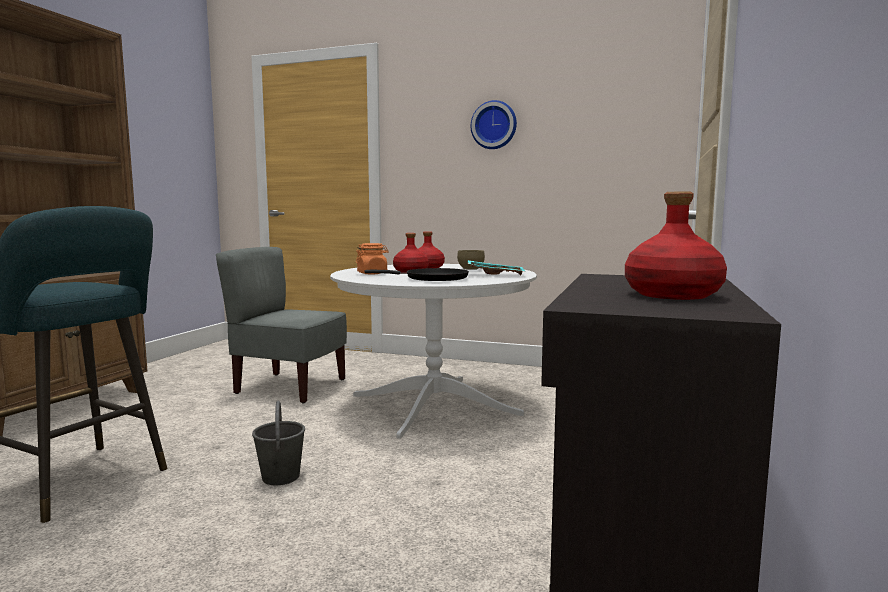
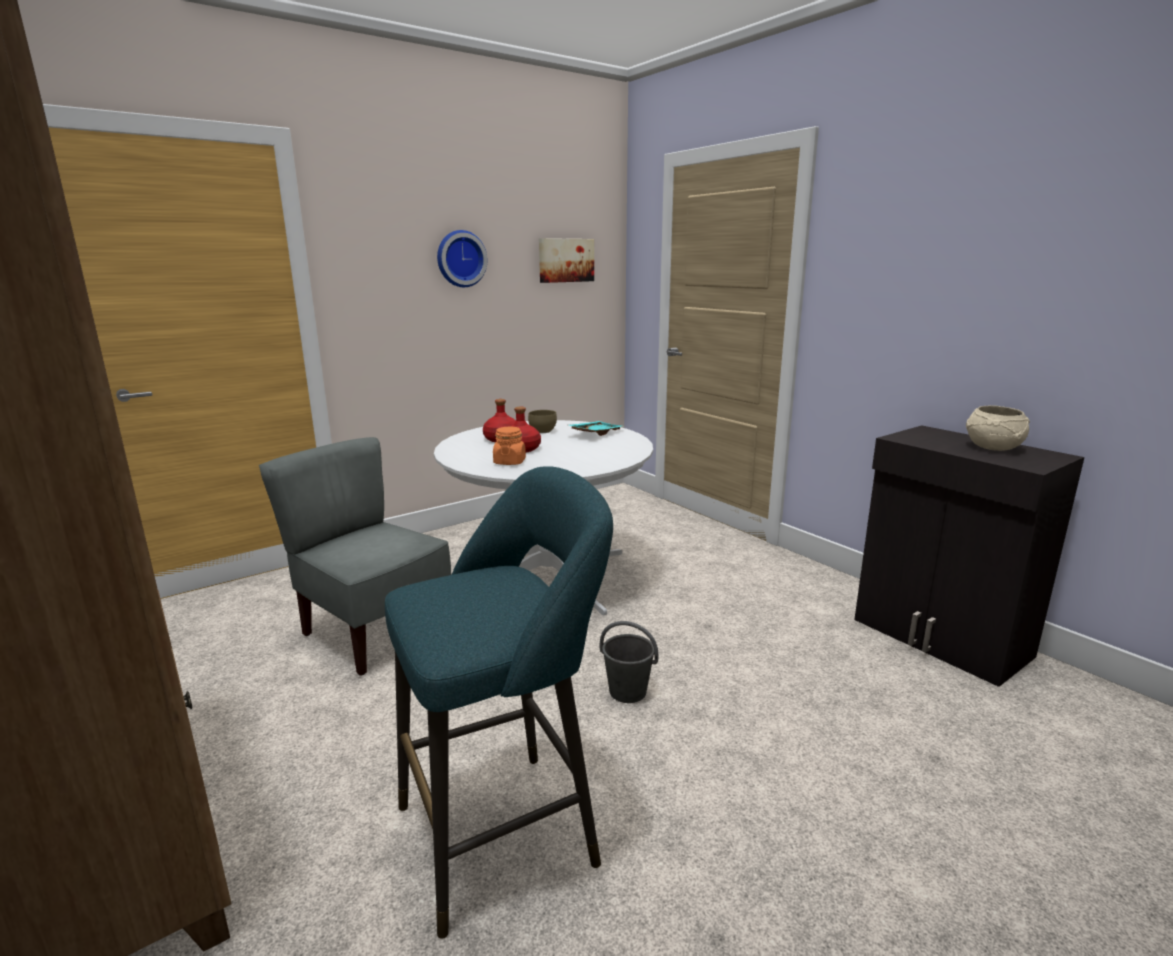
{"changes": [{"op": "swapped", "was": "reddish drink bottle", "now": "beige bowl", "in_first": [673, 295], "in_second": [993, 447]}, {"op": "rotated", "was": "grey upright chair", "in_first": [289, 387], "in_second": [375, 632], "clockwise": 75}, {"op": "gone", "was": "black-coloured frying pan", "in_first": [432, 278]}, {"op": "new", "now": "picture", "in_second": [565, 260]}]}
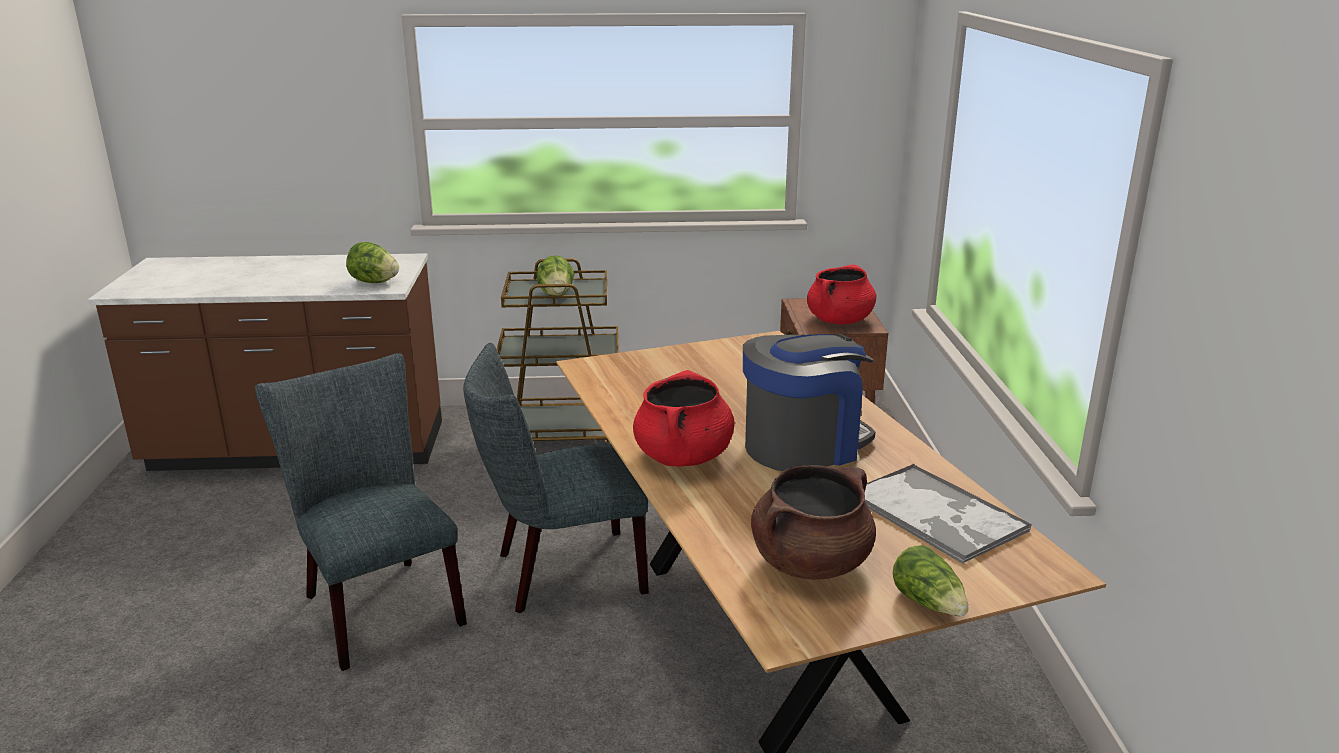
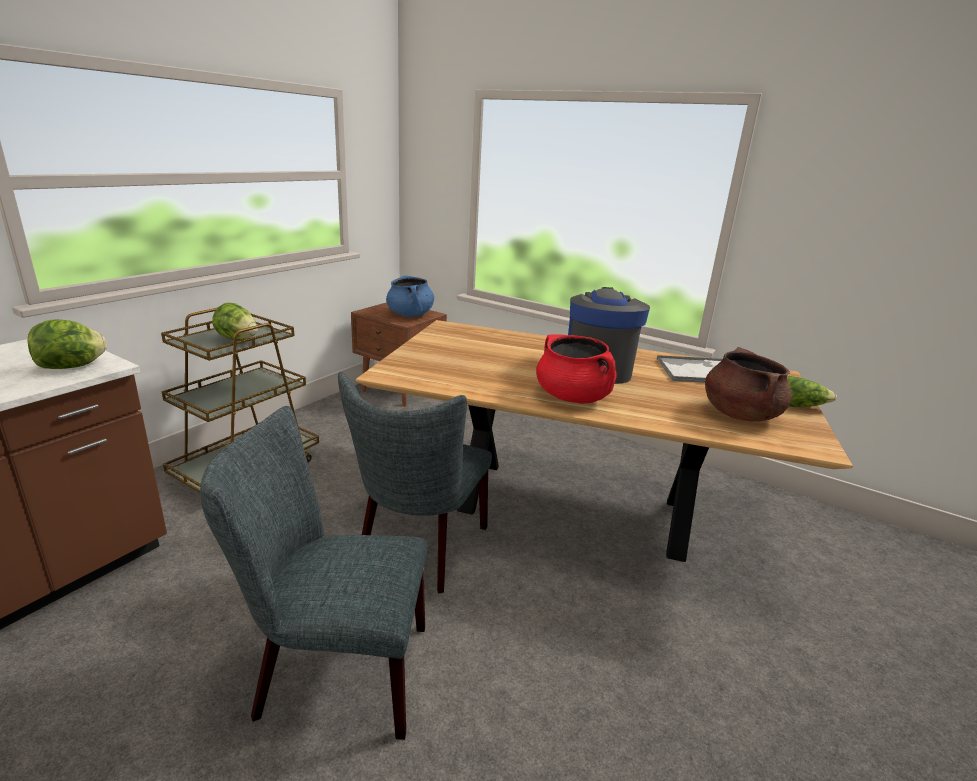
{"changes": [{"op": "repainted", "was": "reddish saucepot", "now": "blue-coloured saucepot", "in_first": [839, 320], "in_second": [410, 315]}]}
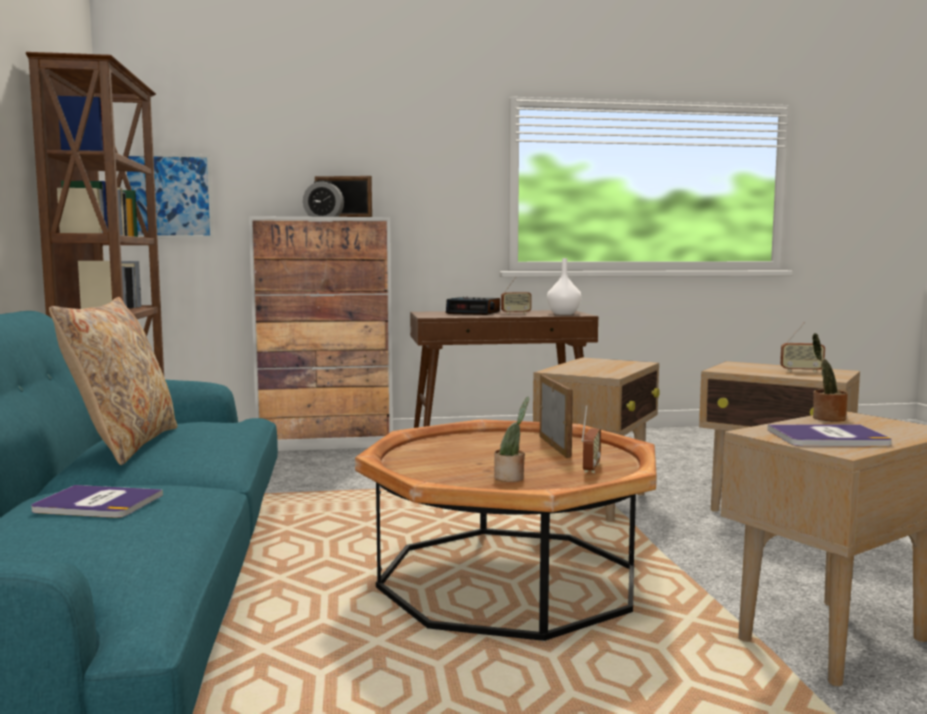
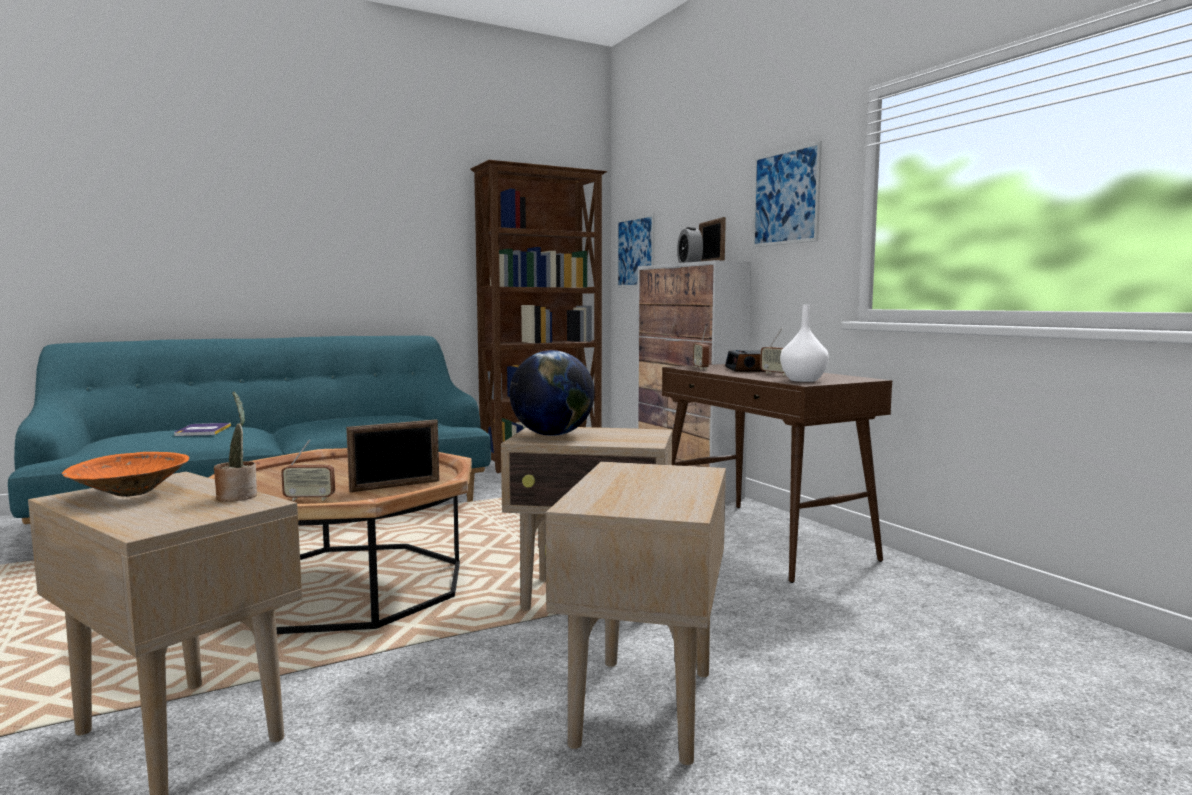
{"changes": [{"op": "gone", "was": "beige pillow", "in_first": [124, 445]}, {"op": "shifted", "was": "radio receiver", "in_first": [801, 371], "in_second": [701, 368]}, {"op": "gone", "was": "plant in a pot", "in_first": [511, 478]}, {"op": "swapped", "was": "volume", "now": "orange-coloured bowl", "in_first": [828, 438], "in_second": [129, 494]}, {"op": "new", "now": "picture", "in_second": [785, 197]}, {"op": "new", "now": "world globe", "in_second": [552, 435]}]}
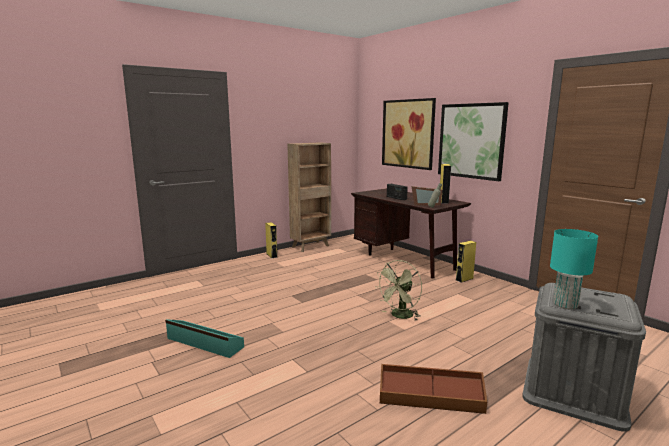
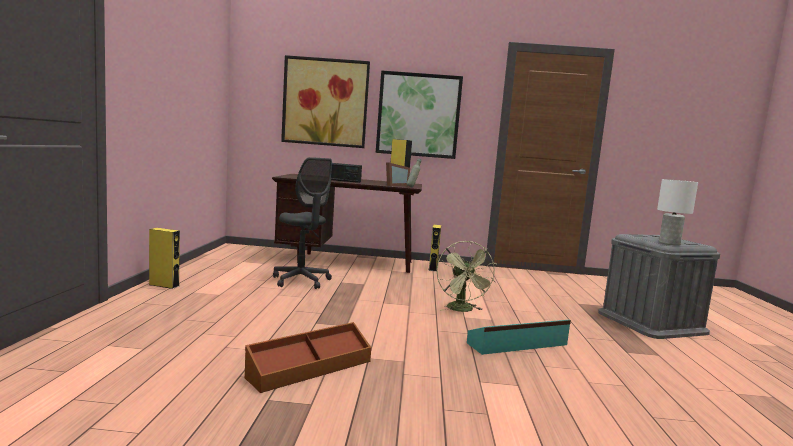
{"changes": [{"op": "gone", "was": "brown shelving unit", "in_first": [311, 246]}, {"op": "repainted", "was": "blue-green table lamp", "now": "white-coloured table lamp", "in_first": [565, 305], "in_second": [670, 243]}, {"op": "shifted", "was": "blue-green storage box", "in_first": [204, 343], "in_second": [518, 344]}, {"op": "shifted", "was": "brown storage box", "in_first": [430, 398], "in_second": [310, 368]}, {"op": "new", "now": "grey desk chair", "in_second": [301, 281]}]}
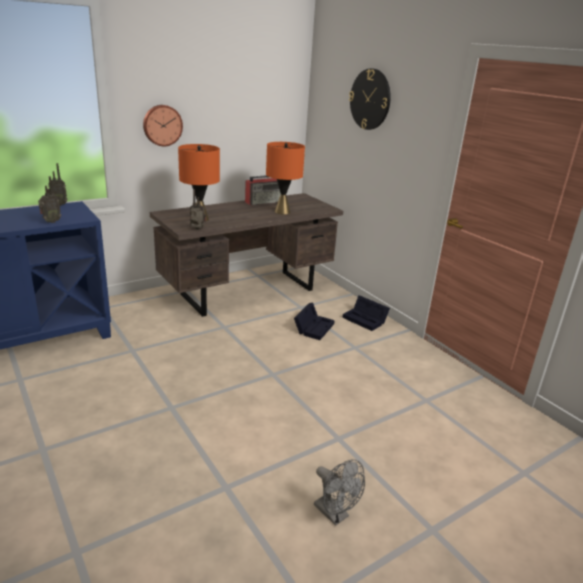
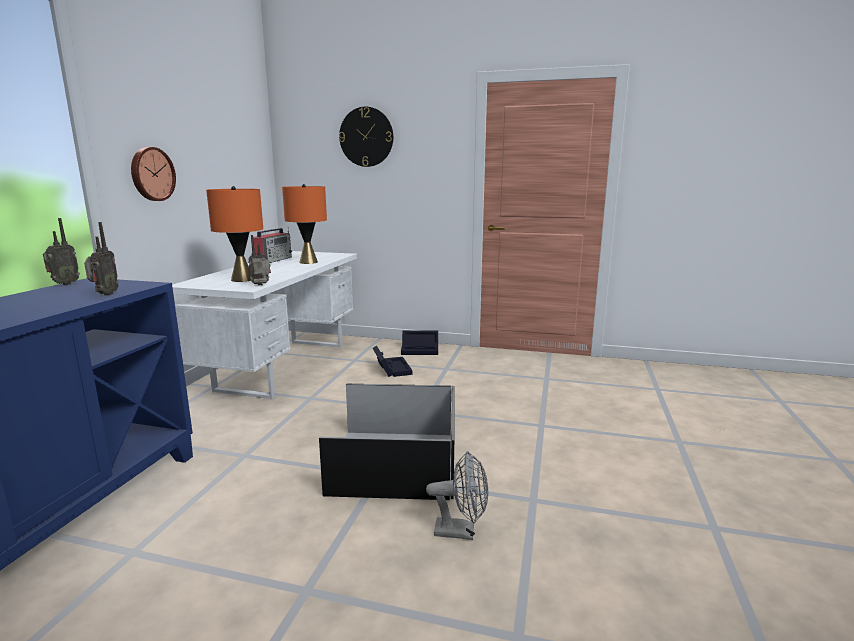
{"changes": [{"op": "repainted", "was": "brown desk", "now": "white-coloured desk", "in_first": [248, 291], "in_second": [284, 366]}, {"op": "shifted", "was": "grey electric fan", "in_first": [335, 514], "in_second": [461, 531]}, {"op": "new", "now": "black-coloured storage box", "in_second": [394, 461]}]}
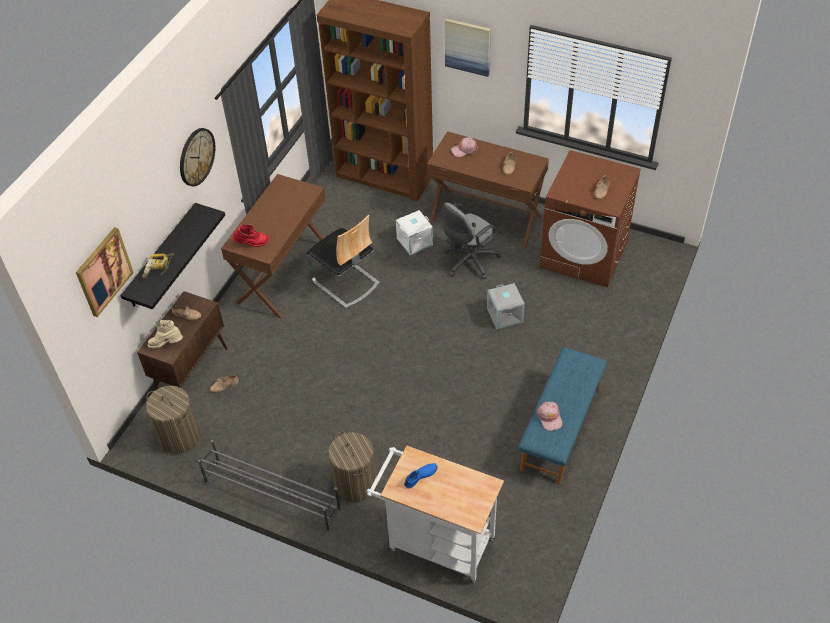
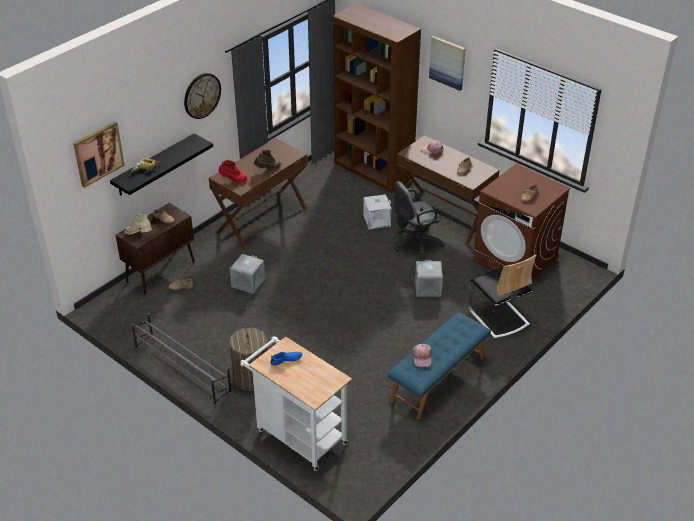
{"changes": [{"op": "shifted", "was": "upright chair", "in_first": [345, 282], "in_second": [498, 317]}, {"op": "gone", "was": "washing basket", "in_first": [179, 437]}, {"op": "new", "now": "brown tall boot", "in_second": [268, 169]}, {"op": "new", "now": "grey storage box", "in_second": [248, 282]}]}
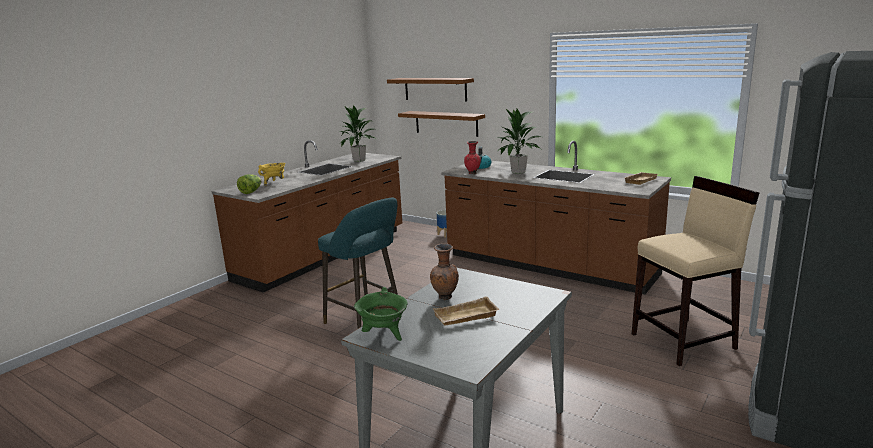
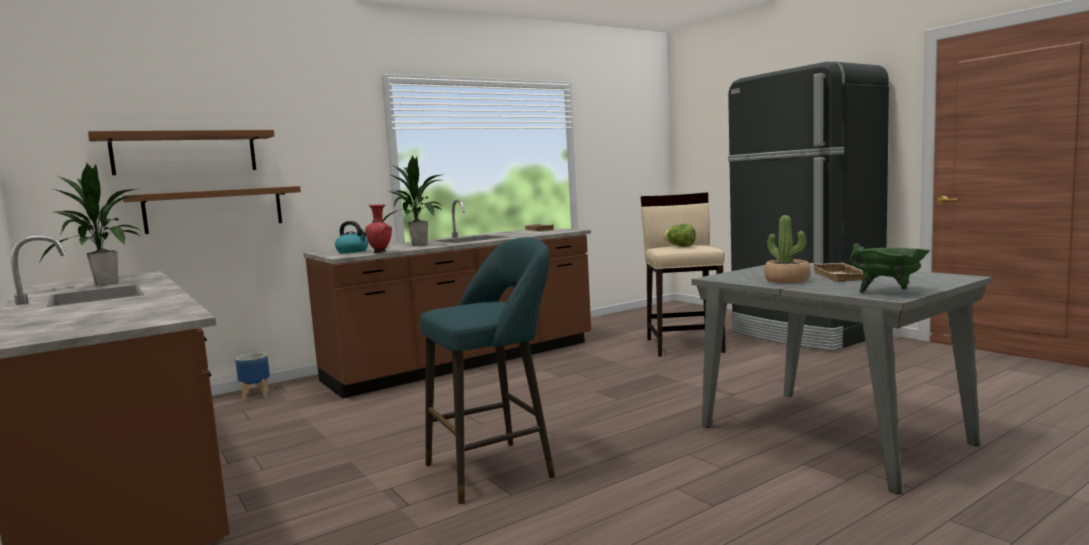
{"changes": [{"op": "gone", "was": "yellowish saucepot", "in_first": [274, 183]}, {"op": "shifted", "was": "lettuce head", "in_first": [251, 192], "in_second": [680, 246]}, {"op": "swapped", "was": "brown decorative vase", "now": "plant in a pot", "in_first": [445, 298], "in_second": [787, 280]}]}
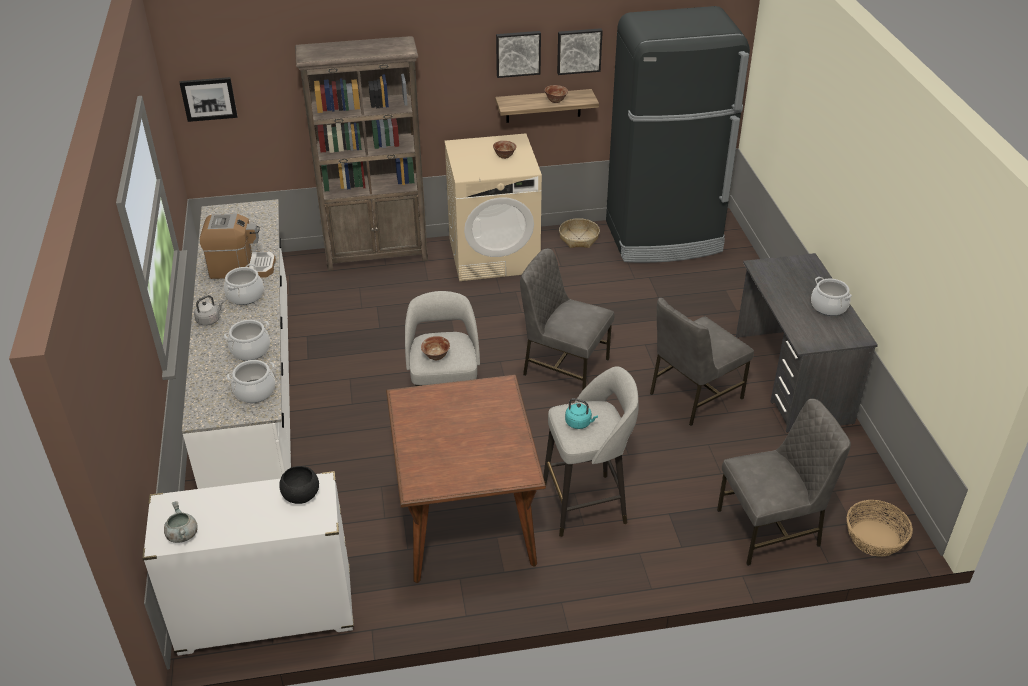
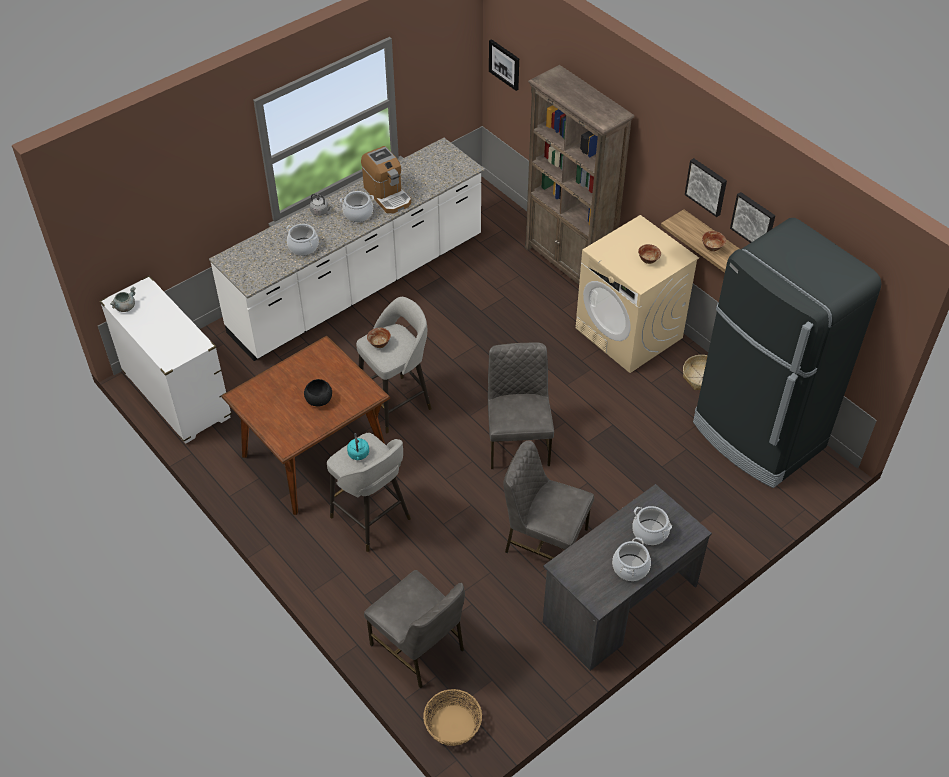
{"changes": [{"op": "shifted", "was": "saucepot", "in_first": [254, 391], "in_second": [650, 532]}, {"op": "shifted", "was": "black-coloured bowl", "in_first": [301, 495], "in_second": [319, 400]}]}
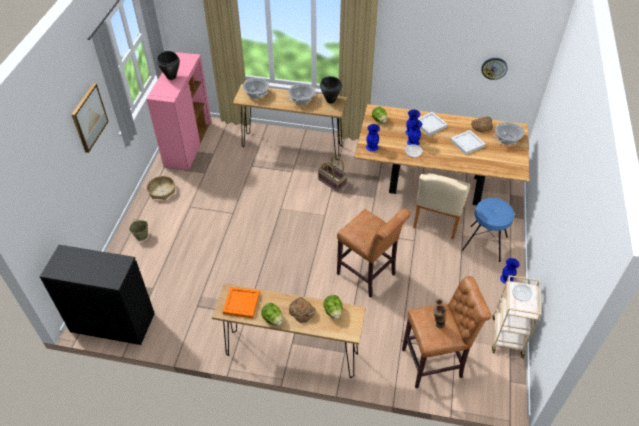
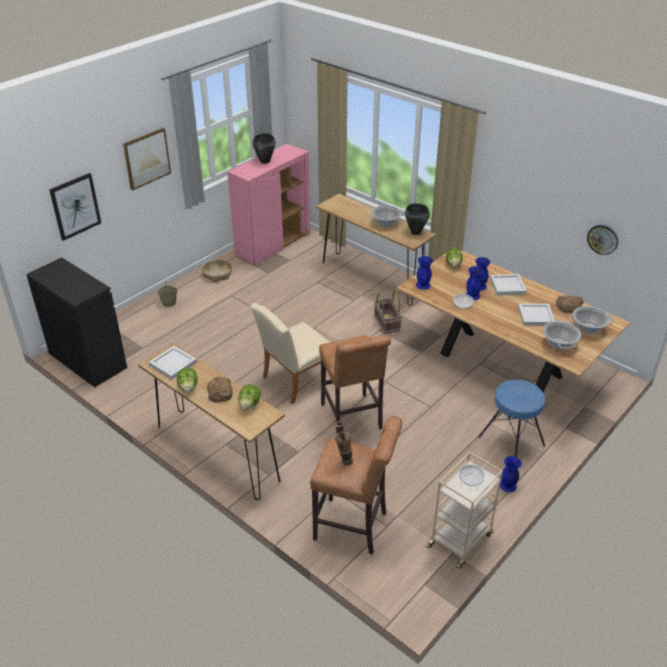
{"changes": [{"op": "shifted", "was": "saucepot", "in_first": [256, 94], "in_second": [559, 344]}, {"op": "shifted", "was": "beige upright chair", "in_first": [437, 220], "in_second": [294, 381]}, {"op": "repainted", "was": "orange-coloured tray", "now": "white-coloured tray", "in_first": [241, 303], "in_second": [172, 364]}, {"op": "new", "now": "picture", "in_second": [75, 206]}]}
